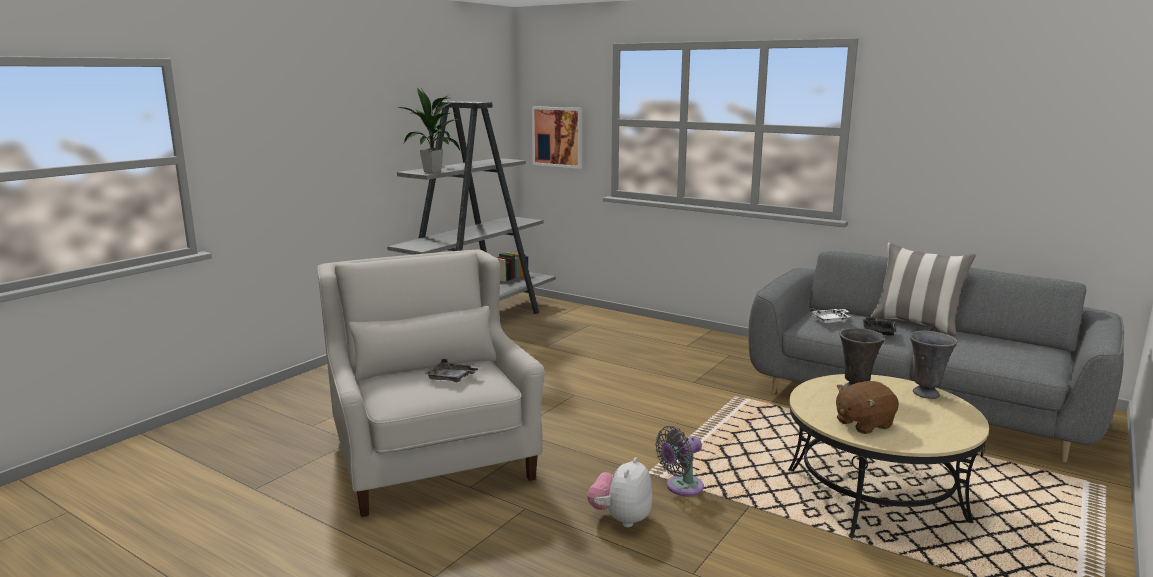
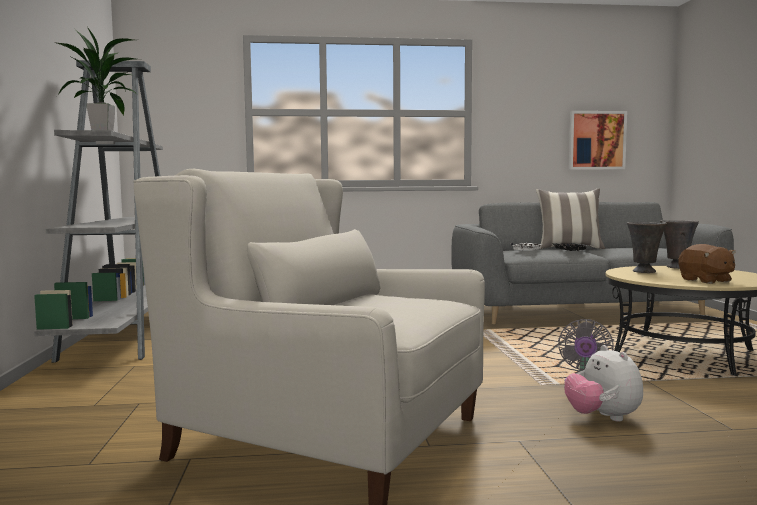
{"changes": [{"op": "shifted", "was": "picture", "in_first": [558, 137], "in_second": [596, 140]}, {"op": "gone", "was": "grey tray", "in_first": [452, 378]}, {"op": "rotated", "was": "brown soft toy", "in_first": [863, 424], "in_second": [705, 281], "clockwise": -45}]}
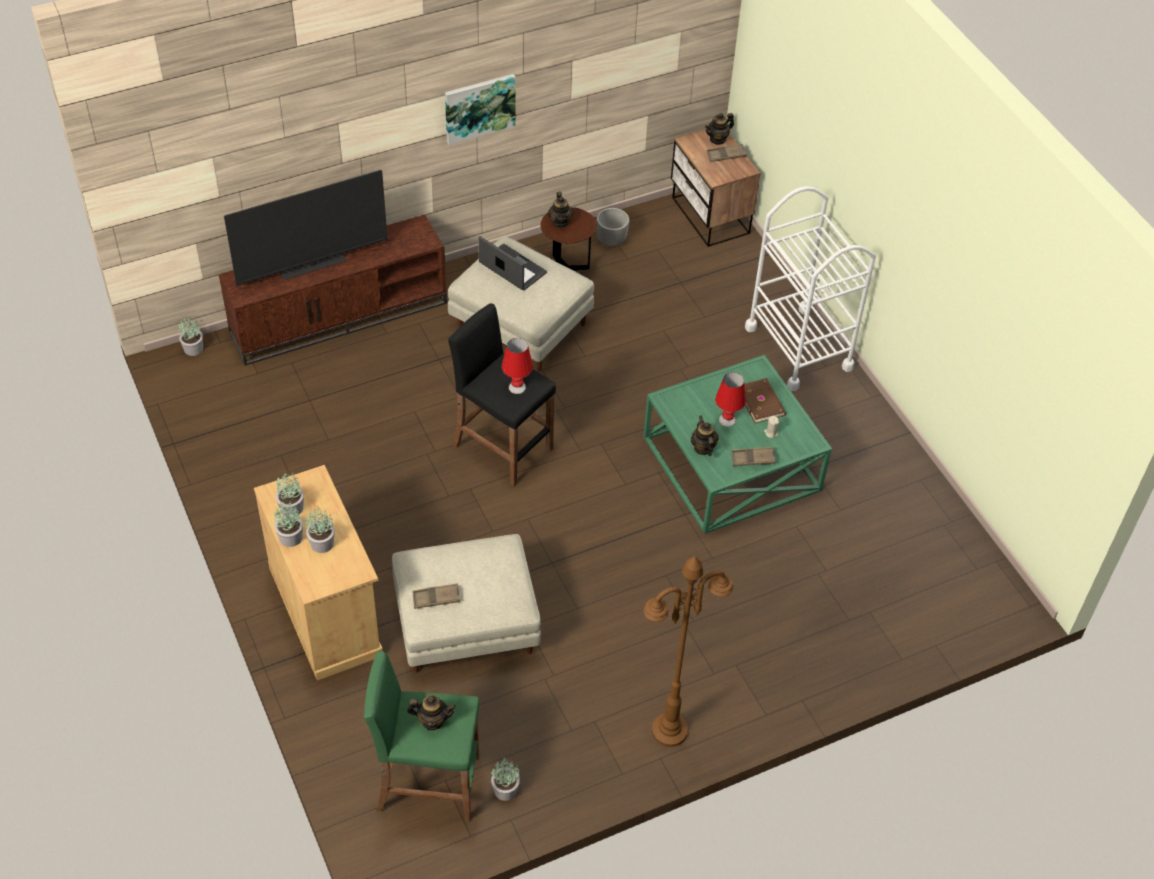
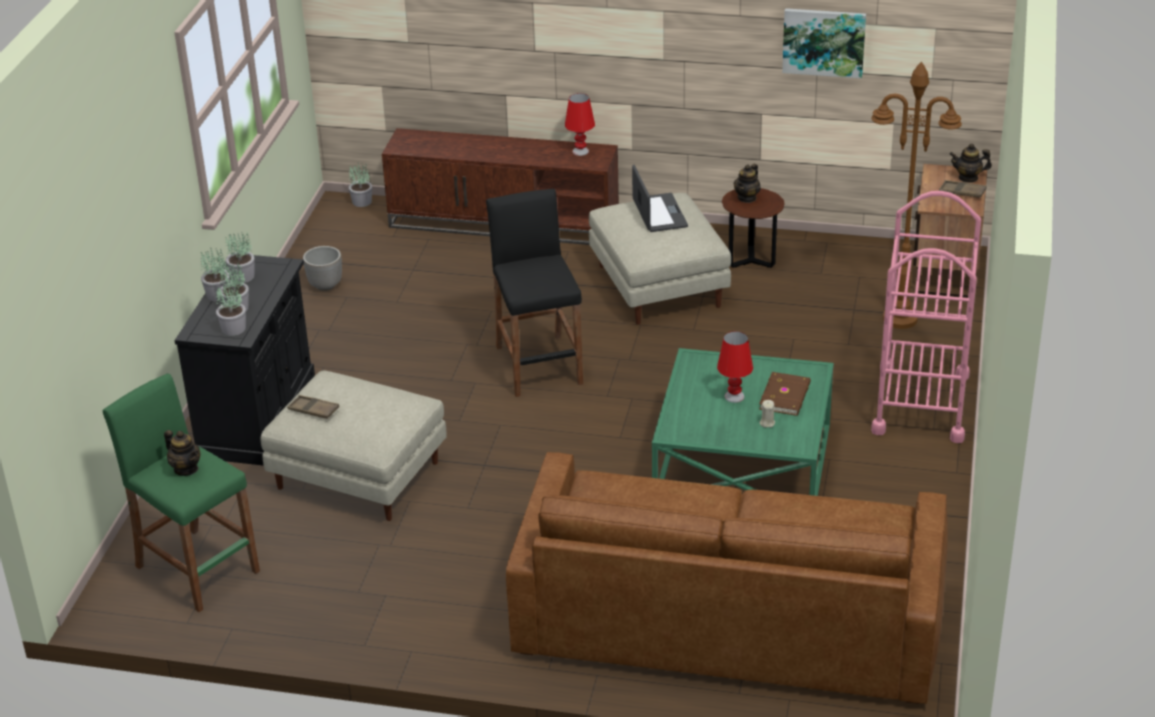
{"changes": [{"op": "shifted", "was": "picture", "in_first": [479, 107], "in_second": [824, 42]}, {"op": "gone", "was": "television", "in_first": [313, 266]}, {"op": "repainted", "was": "white-coloured wheeled cart", "now": "pink-coloured wheeled cart", "in_first": [798, 348], "in_second": [921, 404]}, {"op": "shifted", "was": "planter", "in_first": [611, 241], "in_second": [325, 285]}, {"op": "shifted", "was": "reddish table lamp", "in_first": [517, 387], "in_second": [580, 151]}, {"op": "gone", "was": "tea pot", "in_first": [703, 448]}, {"op": "gone", "was": "brown tray", "in_first": [753, 459]}, {"op": "repainted", "was": "beige cabinet", "now": "black-coloured cabinet", "in_first": [326, 611], "in_second": [257, 415]}, {"op": "shifted", "was": "brown standing lamp", "in_first": [669, 731], "in_second": [899, 319]}, {"op": "shifted", "was": "plant in a pot", "in_first": [506, 790], "in_second": [234, 329]}, {"op": "new", "now": "brown couch", "in_second": [728, 618]}]}
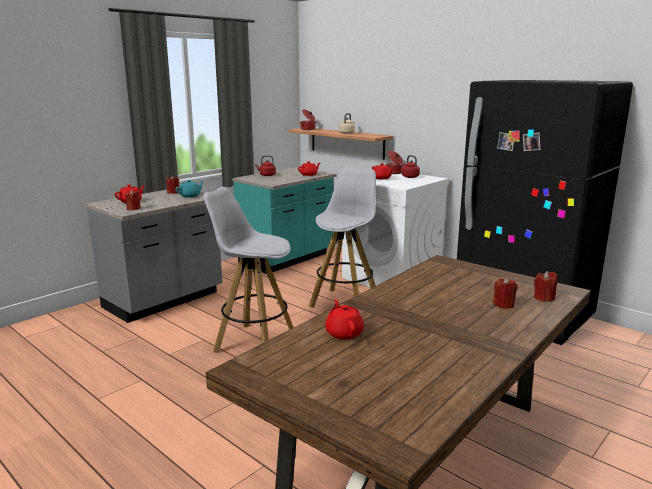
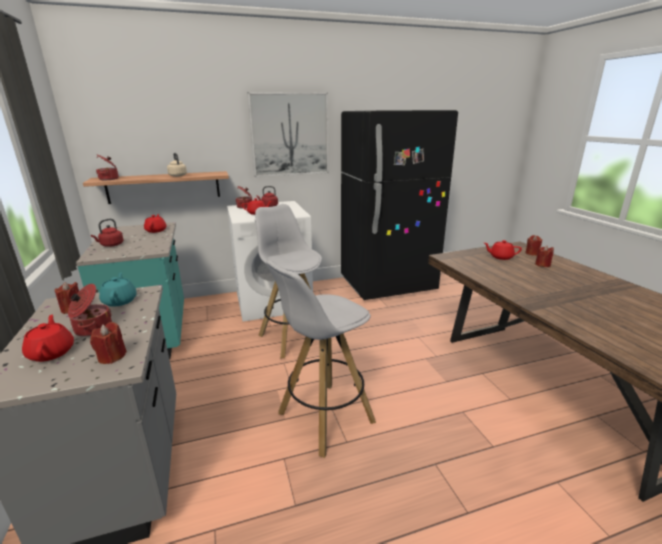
{"changes": [{"op": "shifted", "was": "reddish tea pot", "in_first": [344, 333], "in_second": [500, 257]}, {"op": "new", "now": "picture", "in_second": [290, 135]}, {"op": "new", "now": "saucepot", "in_second": [92, 329]}]}
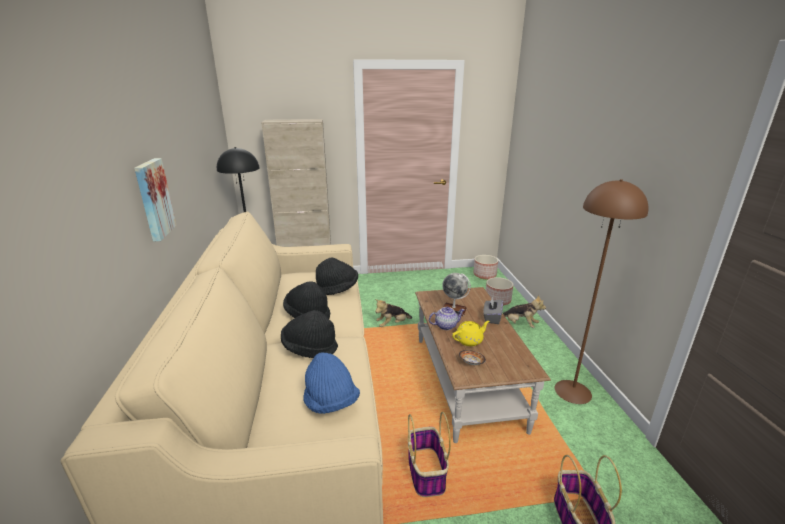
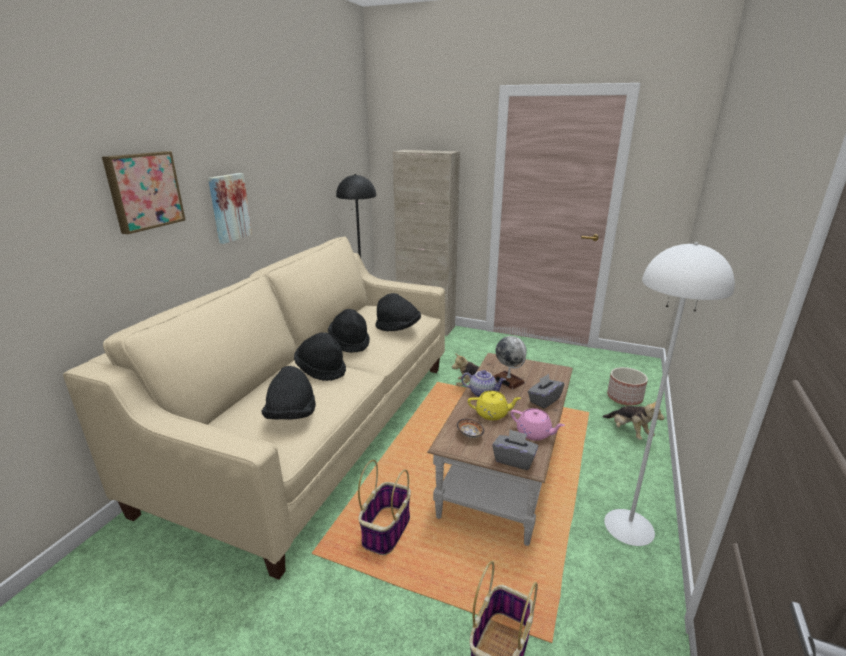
{"changes": [{"op": "repainted", "was": "brown standing lamp", "now": "white-coloured standing lamp", "in_first": [573, 391], "in_second": [629, 526]}, {"op": "gone", "was": "planter", "in_first": [485, 275]}, {"op": "repainted", "was": "blue-coloured clothing hat", "now": "black-coloured clothing hat", "in_first": [330, 402], "in_second": [291, 416]}, {"op": "new", "now": "picture", "in_second": [144, 191]}, {"op": "new", "now": "pink-coloured tea pot", "in_second": [534, 433]}, {"op": "new", "now": "grey tissue holder", "in_second": [514, 460]}]}
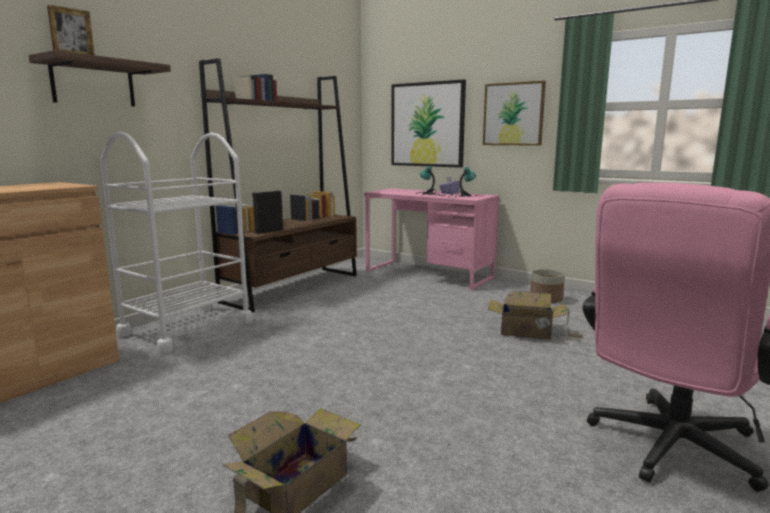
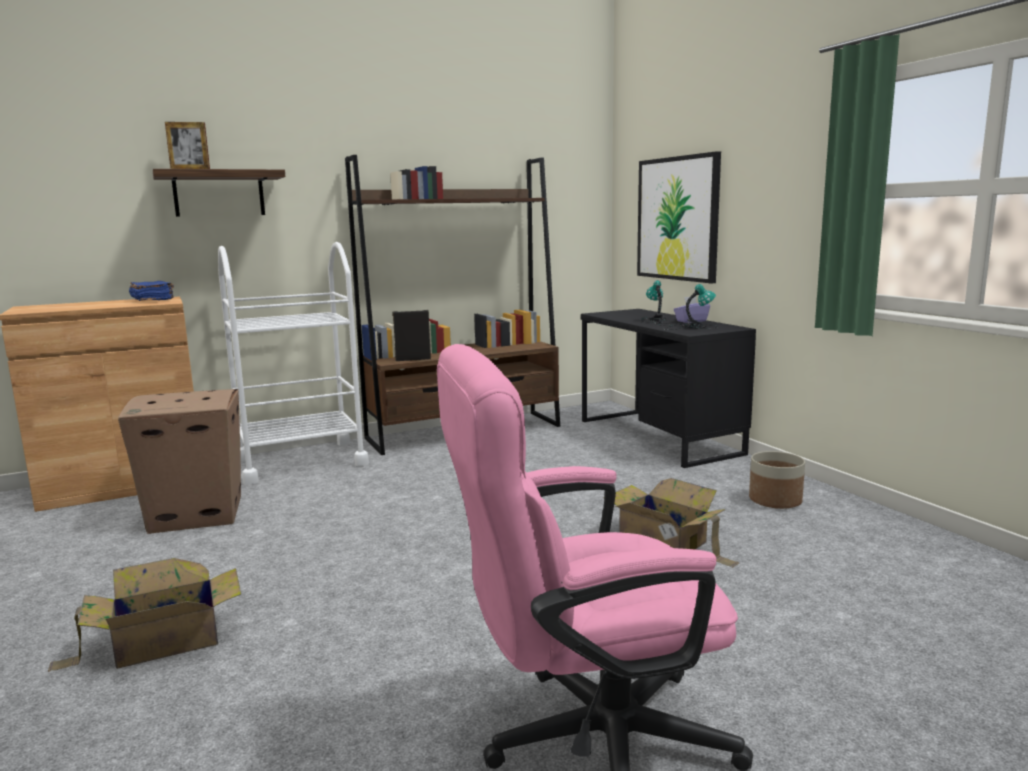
{"changes": [{"op": "gone", "was": "picture", "in_first": [513, 114]}, {"op": "repainted", "was": "pink-coloured desk", "now": "black-coloured desk", "in_first": [428, 274], "in_second": [657, 437]}, {"op": "new", "now": "blue-coloured volume", "in_second": [153, 300]}, {"op": "new", "now": "cardboard box", "in_second": [198, 513]}]}
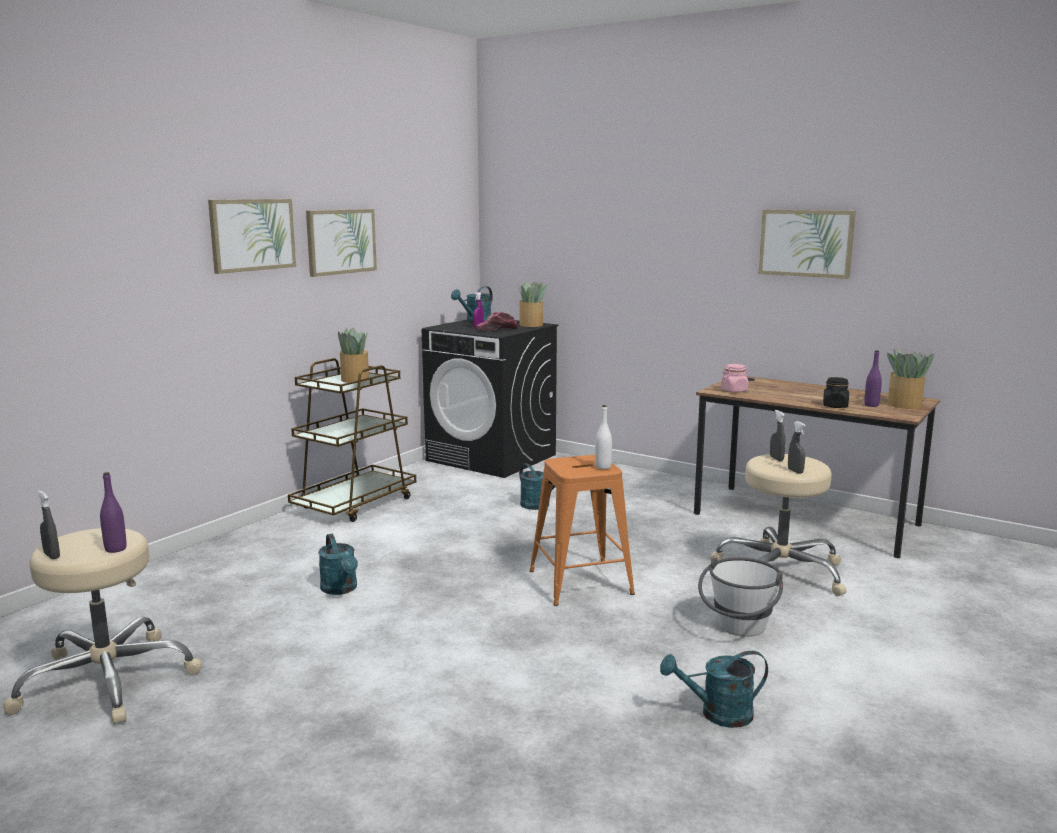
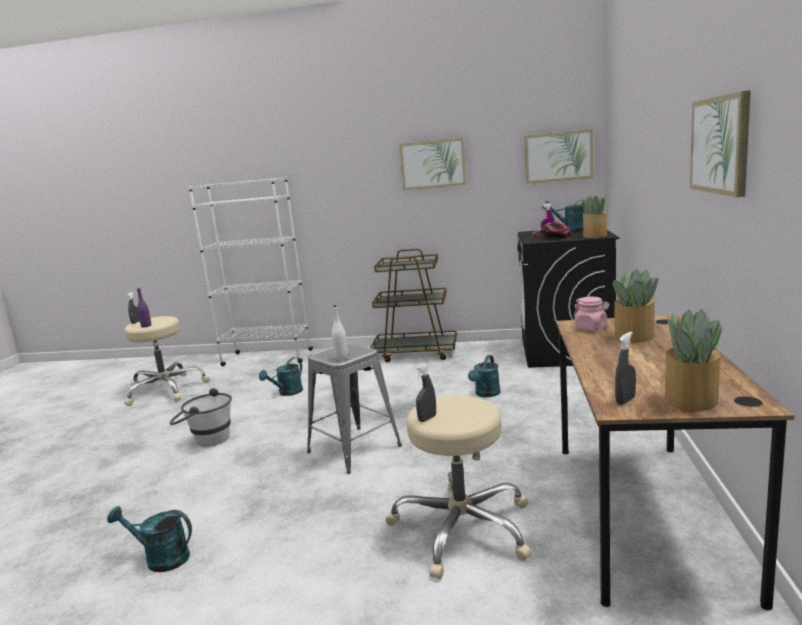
{"changes": [{"op": "shifted", "was": "picture", "in_first": [252, 235], "in_second": [558, 156]}, {"op": "shifted", "was": "plant in a pot", "in_first": [354, 379], "in_second": [633, 337]}, {"op": "gone", "was": "purplish drink bottle", "in_first": [871, 405]}, {"op": "gone", "was": "black-coloured jar", "in_first": [835, 406]}, {"op": "shifted", "was": "grey sprayer", "in_first": [776, 459], "in_second": [625, 400]}, {"op": "repainted", "was": "orange-coloured stool", "now": "grey stool", "in_first": [580, 582], "in_second": [353, 449]}, {"op": "shifted", "was": "white-coloured bucket", "in_first": [739, 630], "in_second": [206, 439]}, {"op": "rotated", "was": "blue-green watering can", "in_first": [717, 714], "in_second": [160, 558], "clockwise": -45}, {"op": "new", "now": "white-coloured shelving unit", "in_second": [267, 358]}]}
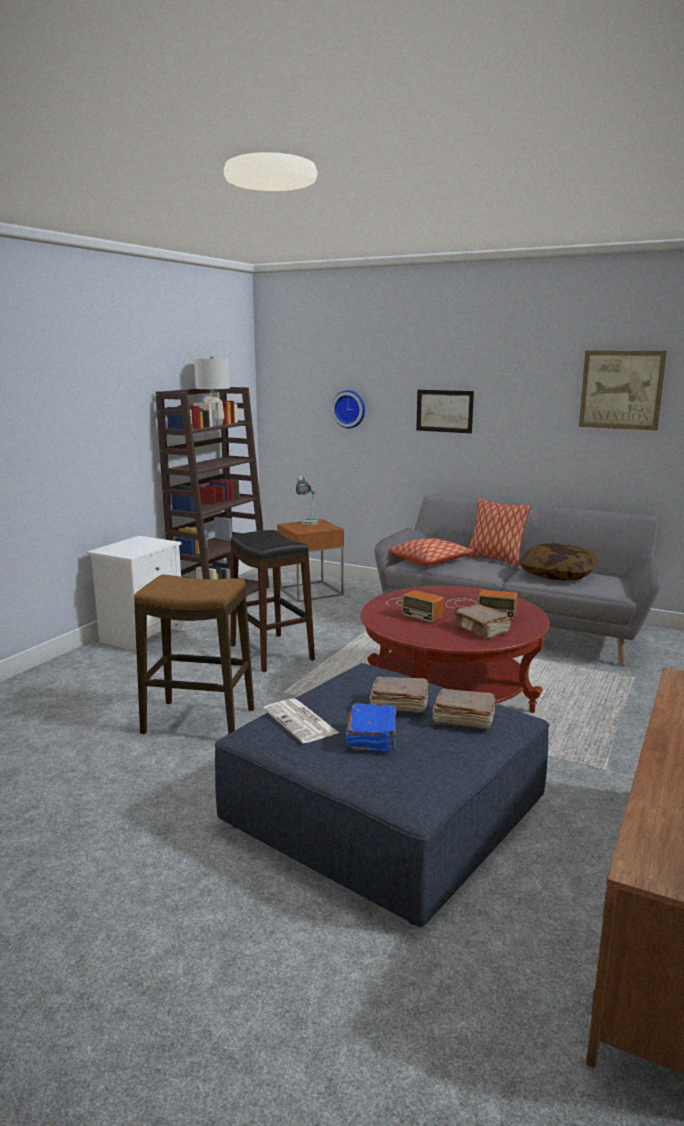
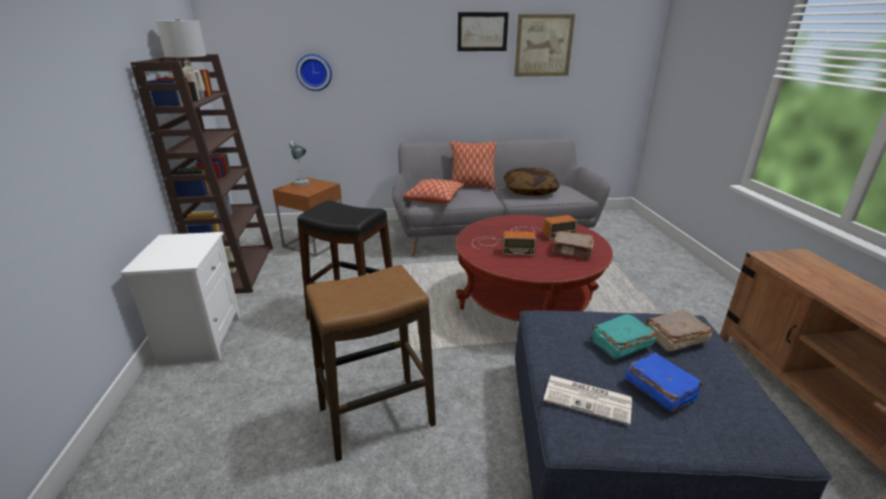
{"changes": [{"op": "shifted", "was": "picture", "in_first": [444, 411], "in_second": [482, 32]}, {"op": "repainted", "was": "brown volume", "now": "blue-green volume", "in_first": [398, 705], "in_second": [620, 344]}]}
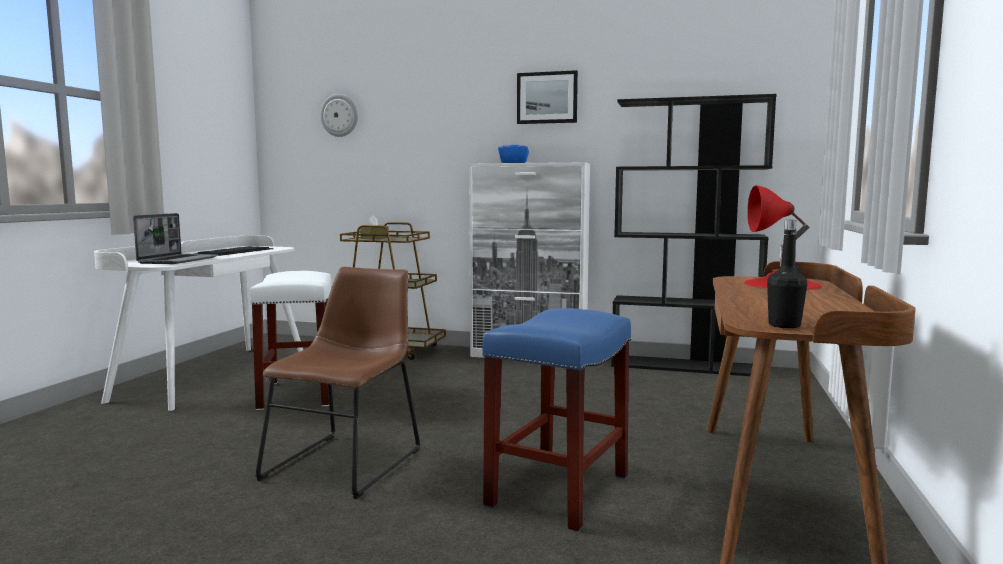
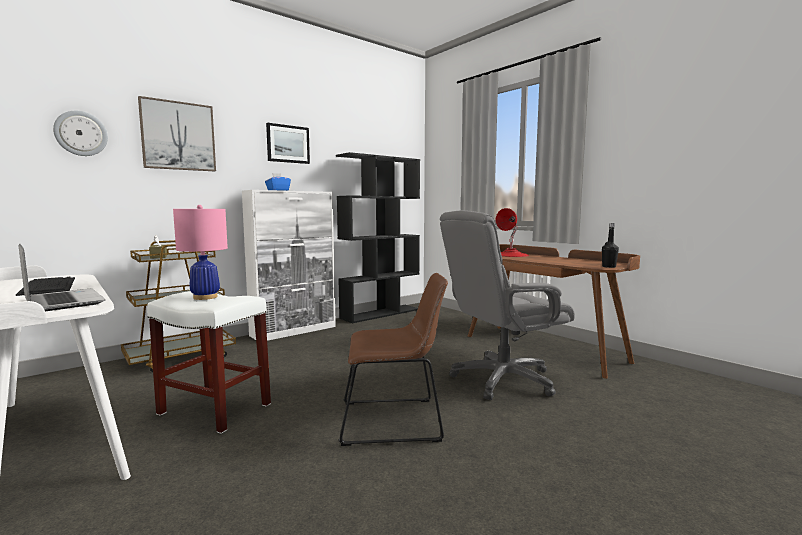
{"changes": [{"op": "rotated", "was": "brown upright chair", "in_first": [347, 461], "in_second": [395, 421], "clockwise": 120}, {"op": "swapped", "was": "blue-coloured stool", "now": "grey desk chair", "in_first": [558, 490], "in_second": [502, 380]}, {"op": "new", "now": "picture", "in_second": [178, 136]}, {"op": "new", "now": "pink-coloured table lamp", "in_second": [205, 297]}]}
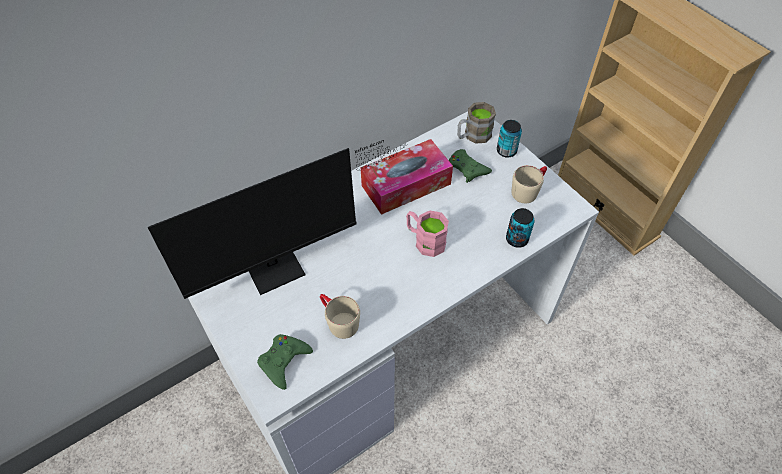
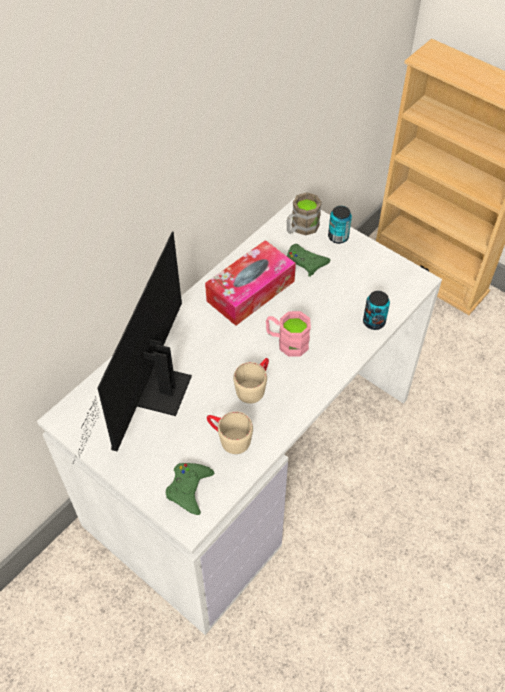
{"changes": [{"op": "rotated", "was": "monitor", "in_first": [283, 265], "in_second": [155, 397], "clockwise": 150}, {"op": "shifted", "was": "beige tea mug", "in_first": [528, 190], "in_second": [254, 386]}]}
